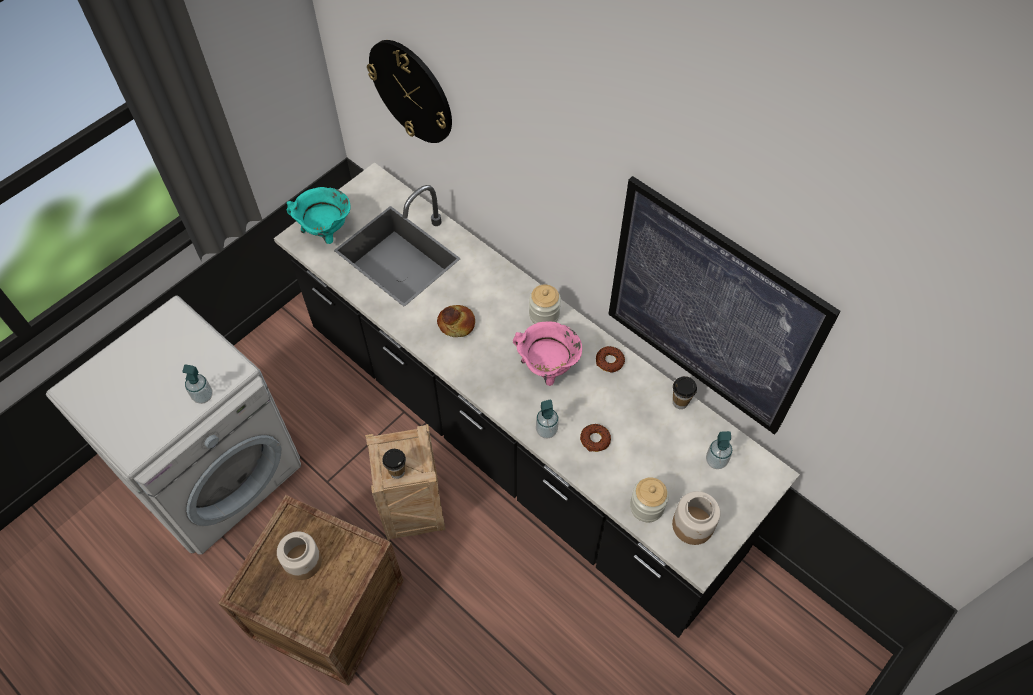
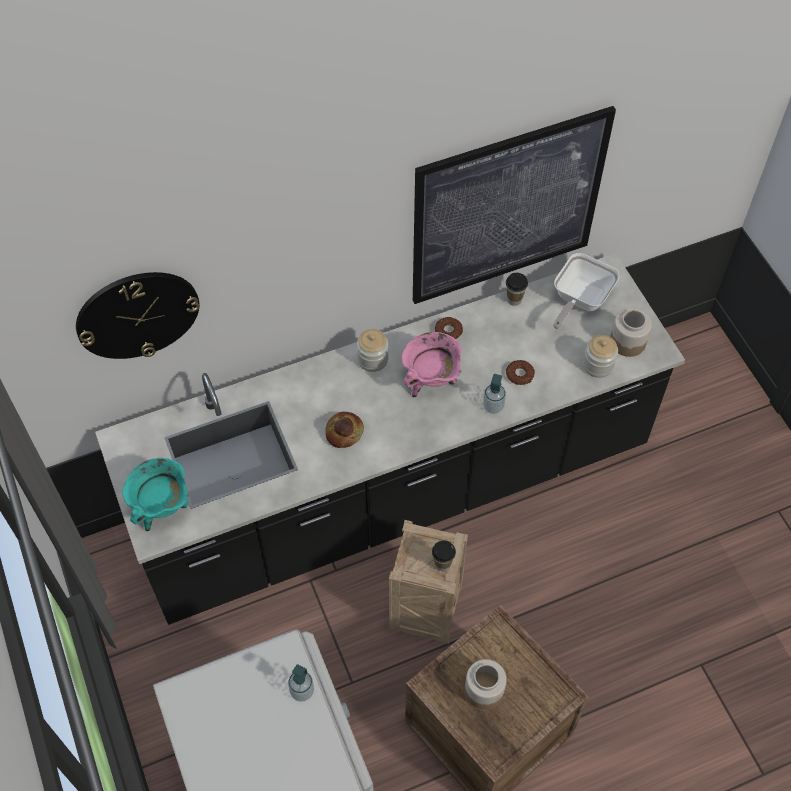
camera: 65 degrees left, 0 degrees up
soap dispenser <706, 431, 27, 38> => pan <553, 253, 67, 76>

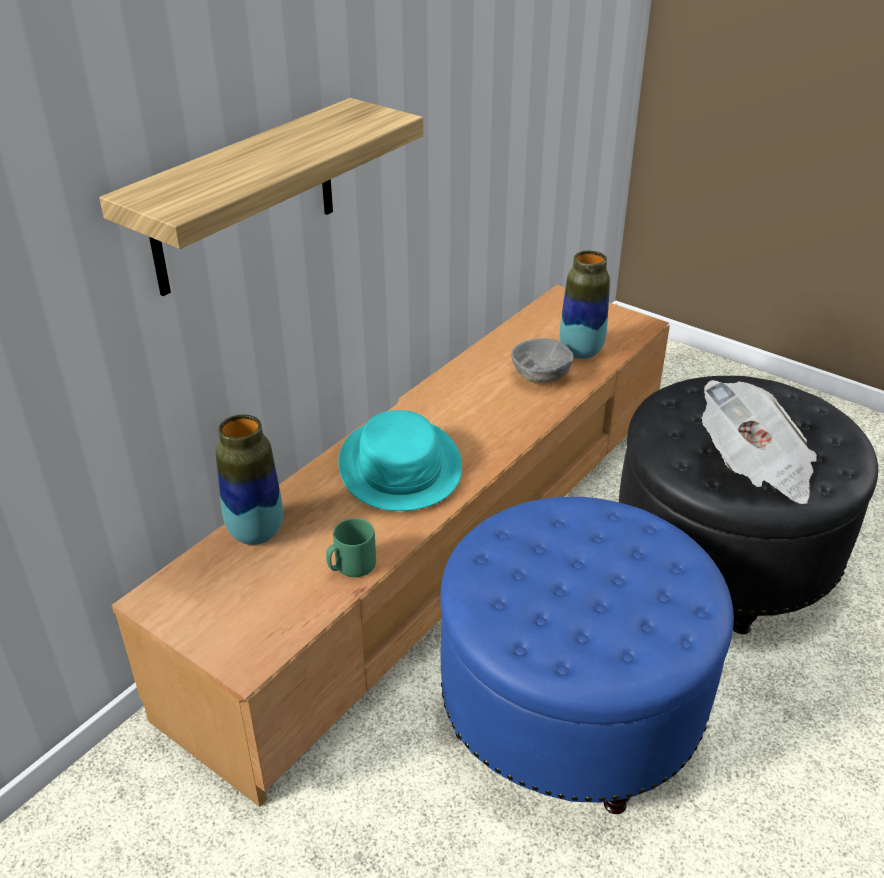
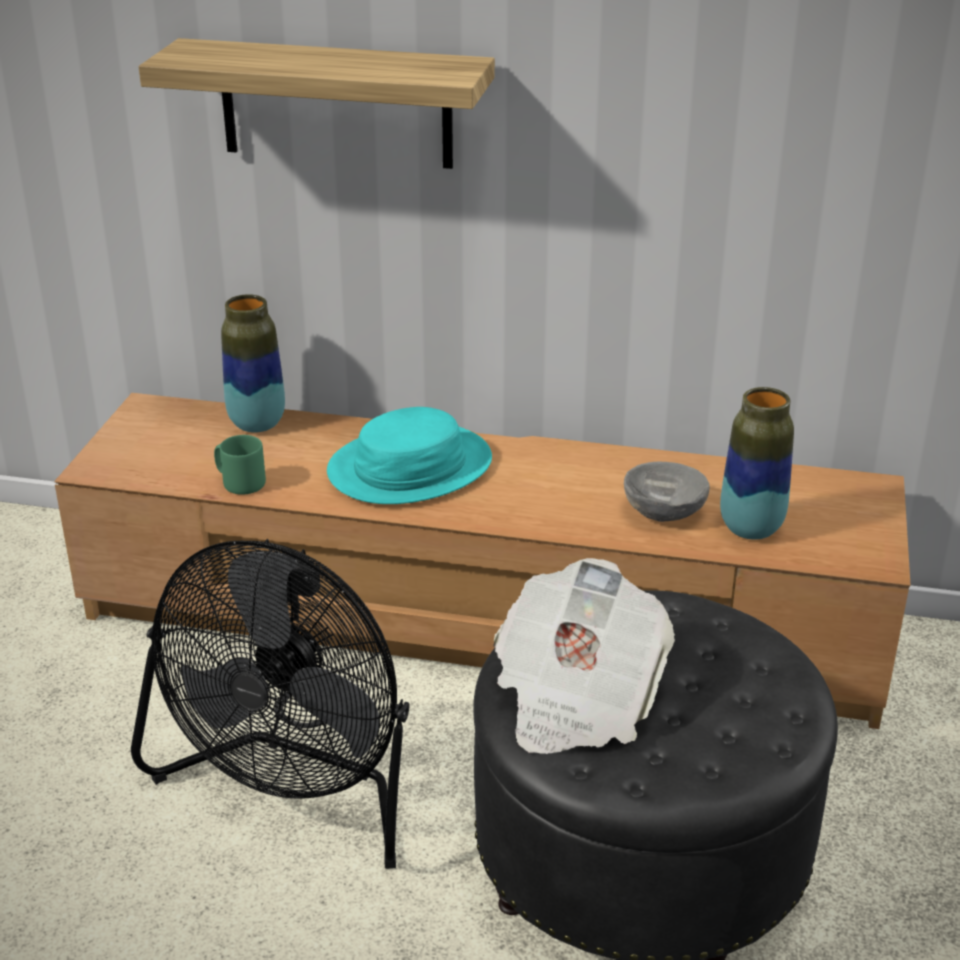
camera: 65 degrees right, 5 degrees down
ottoman (blue-coloured) <440, 497, 294, 317> => electric fan (black-coloured) <131, 539, 279, 330>

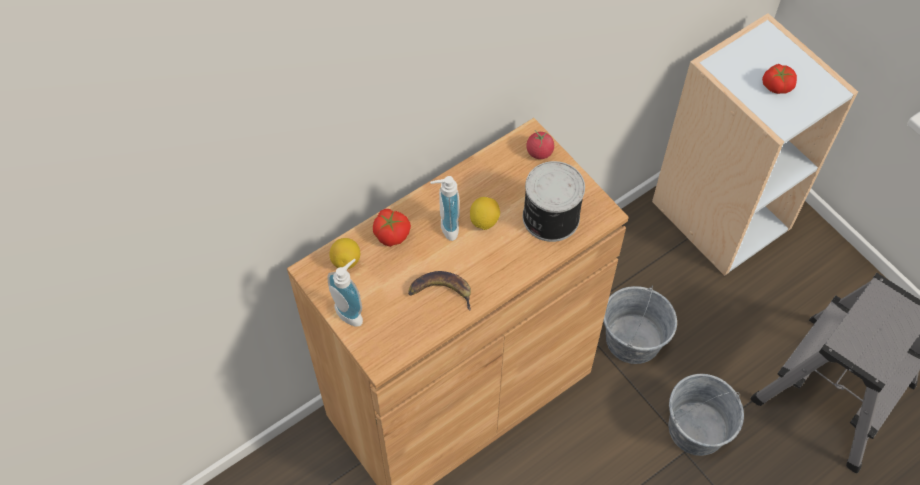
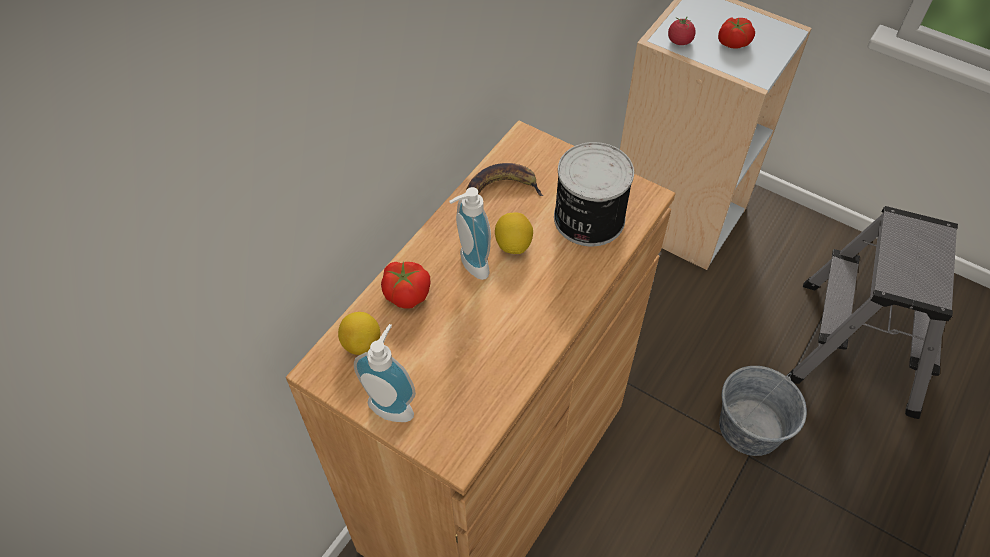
camera: 20 degrees left, 5 degrees down
pail (greyish) <603, 286, 74, 78> => nothing
banana fruit <408, 271, 63, 40> => banana fruit <467, 163, 76, 33>, move
tomato <526, 130, 28, 29> => tomato <668, 16, 28, 29>, move

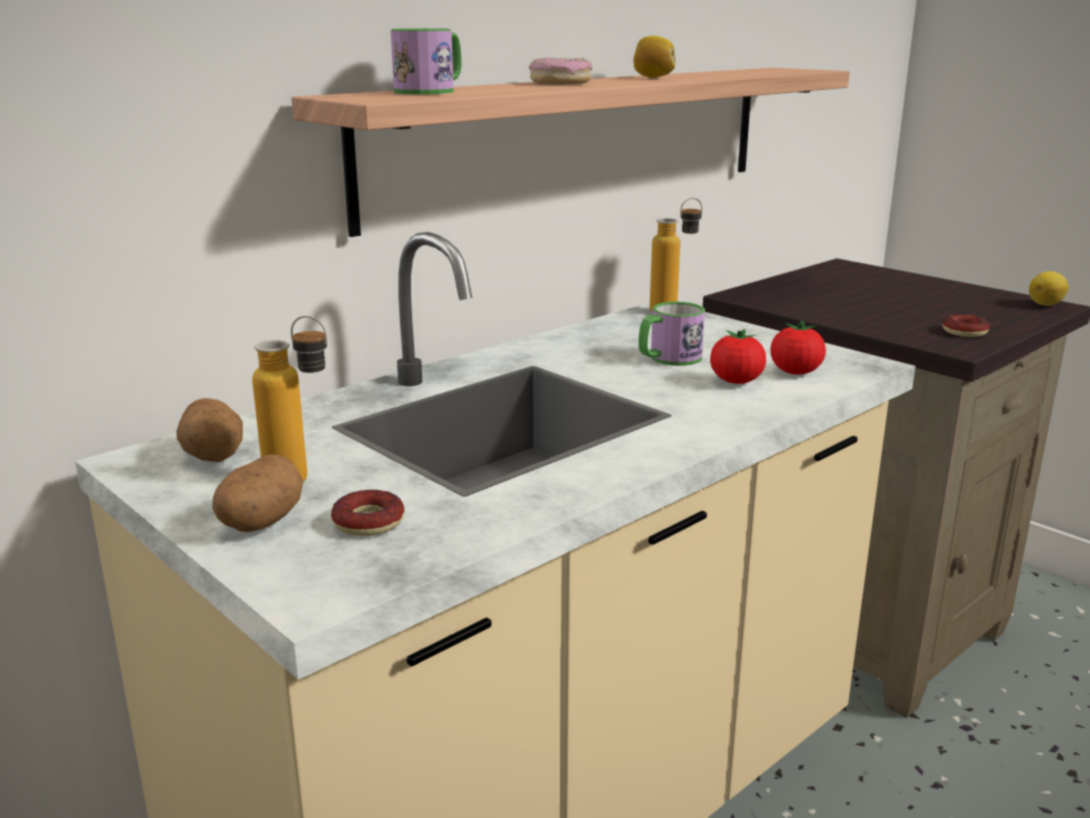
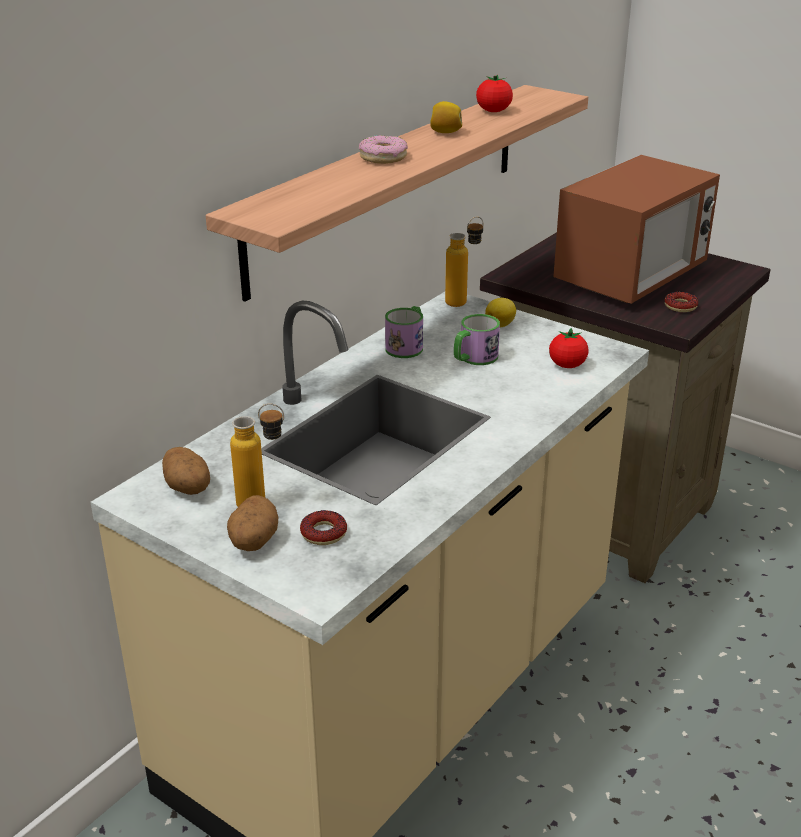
camera: 10 degrees left, 10 degrees up
nothing => kitchen microwave <553, 155, 167, 149>
mug <391, 28, 70, 67> => mug <385, 306, 38, 52>, move
tomato <710, 329, 56, 55> => tomato <476, 75, 37, 37>, move
citrus fruit <1029, 271, 39, 35> => citrus fruit <485, 298, 31, 29>, move

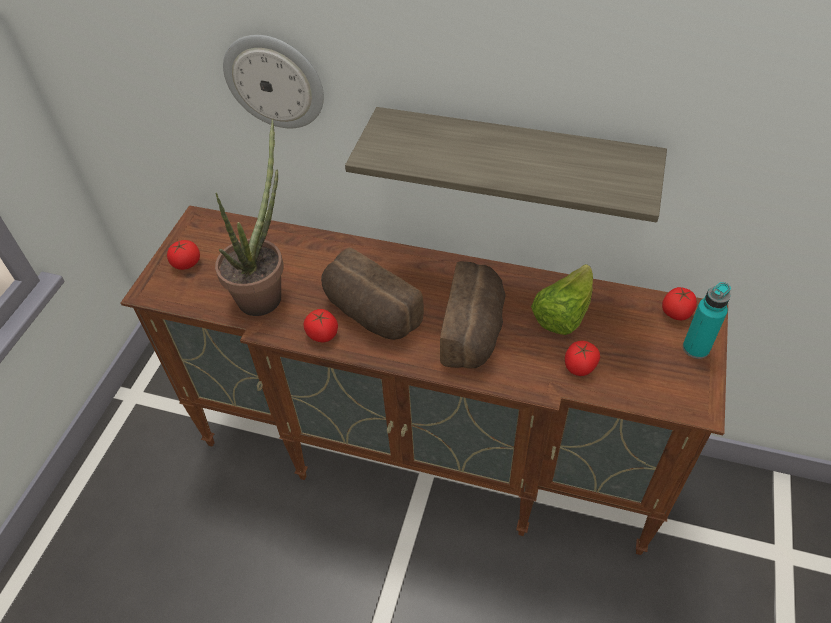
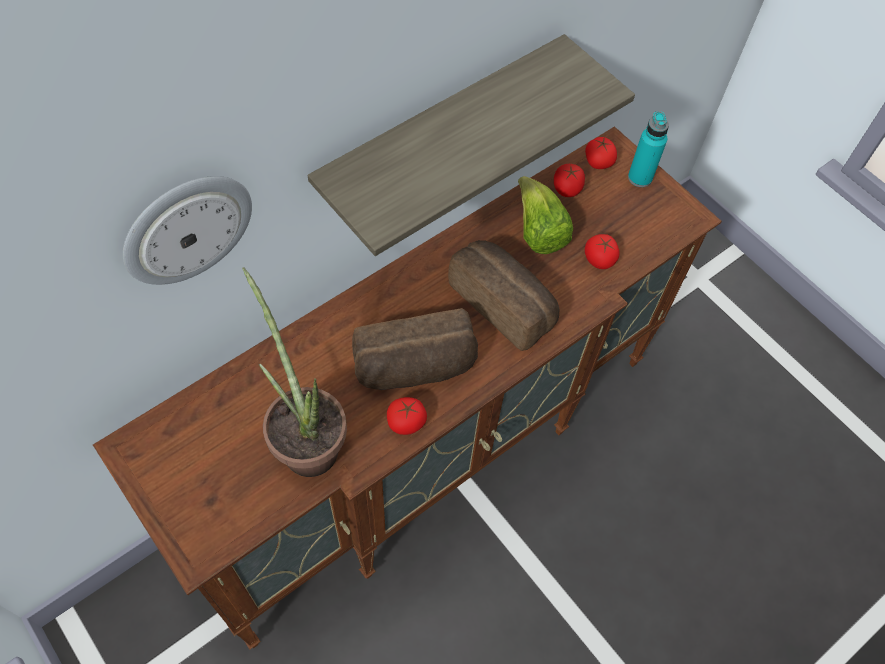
camera: 60 degrees left, 10 degrees up
tomato <167, 240, 33, 30> => tomato <554, 164, 31, 33>, move

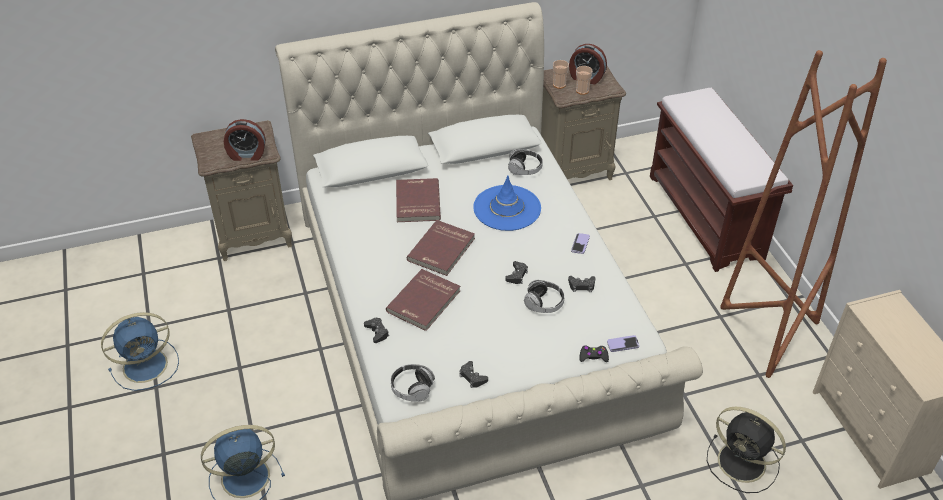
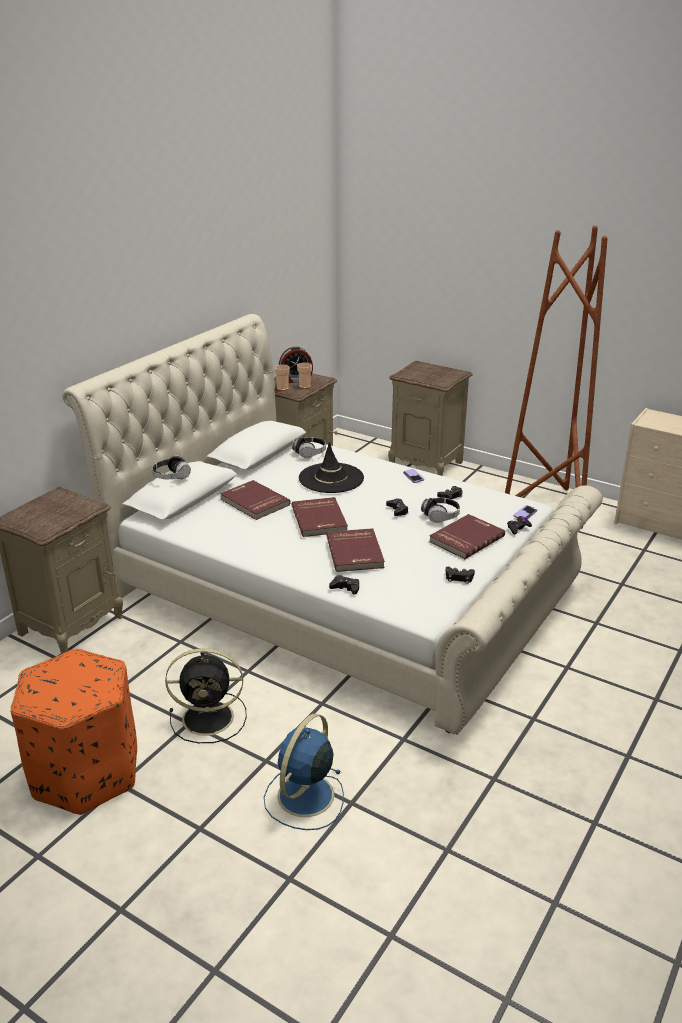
camera: 40 degrees left, 15 degrees down
alarm clock <224, 119, 42, 42> => nothing
nothing => book (red-coloured) <429, 514, 76, 45>
headphones <391, 364, 44, 38> => headphones <152, 455, 39, 24>, move
electric fan (black-coloured) <707, 407, 79, 86> => electric fan (black-coloured) <165, 648, 82, 95>, move
electric fan (blue-coloured) <101, 312, 78, 79> => ottoman (orange) <11, 649, 126, 166>
bench (brown) <650, 88, 143, 184> => bedside table (beige-coloured) <388, 361, 85, 115>
hat (blue-coloured) <473, 175, 68, 56> => hat (black-coloured) <299, 442, 65, 51>

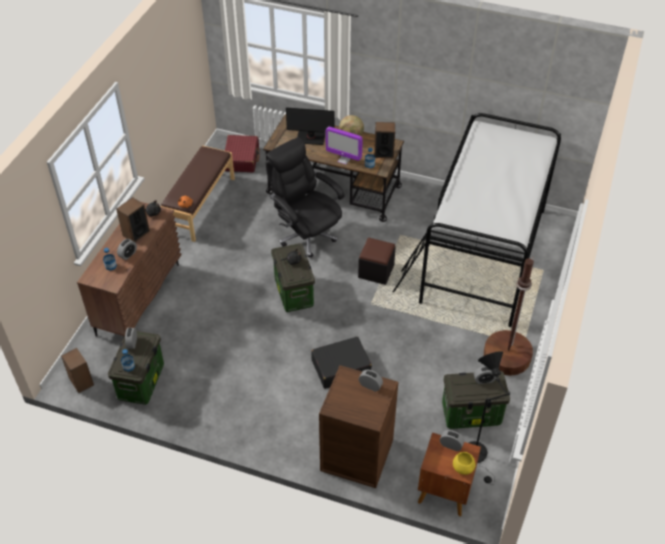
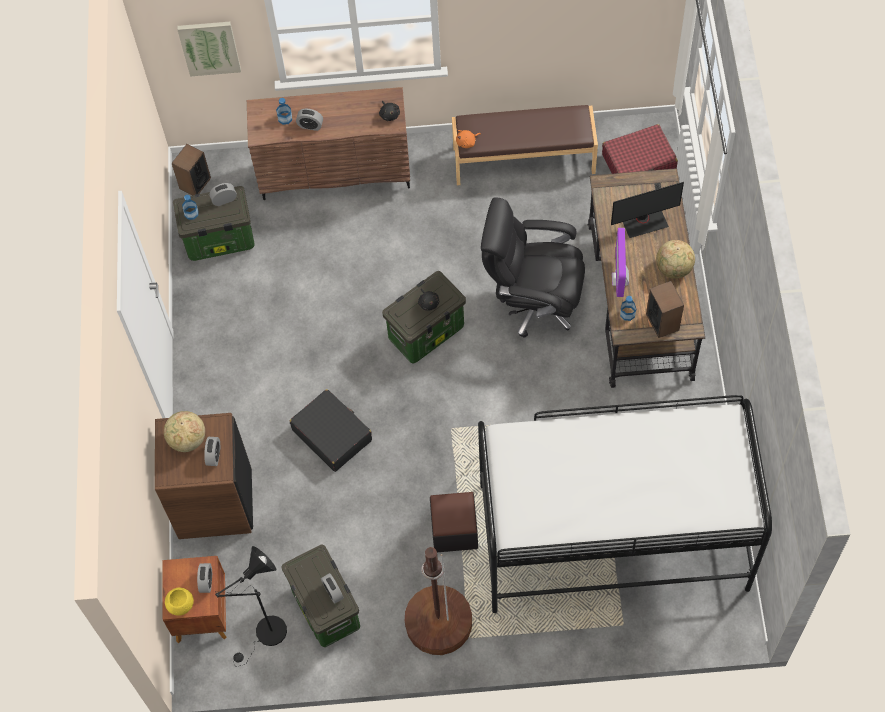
camera: 70 degrees right, 15 degrees up
audio speaker <116, 197, 34, 45> => nothing
nothing => world globe <164, 411, 41, 41>
nothing => wall picture <177, 22, 64, 55>
ottoman (black-coloured) <358, 238, 38, 47> => ottoman (black-coloured) <430, 492, 48, 60>, move
computer chair (black-coloured) <266, 137, 78, 121> => computer chair (black-coloured) <481, 197, 104, 141>, 105 degrees counterclockwise
computer display <286, 107, 48, 38> => computer display <611, 182, 73, 56>, 90 degrees counterclockwise

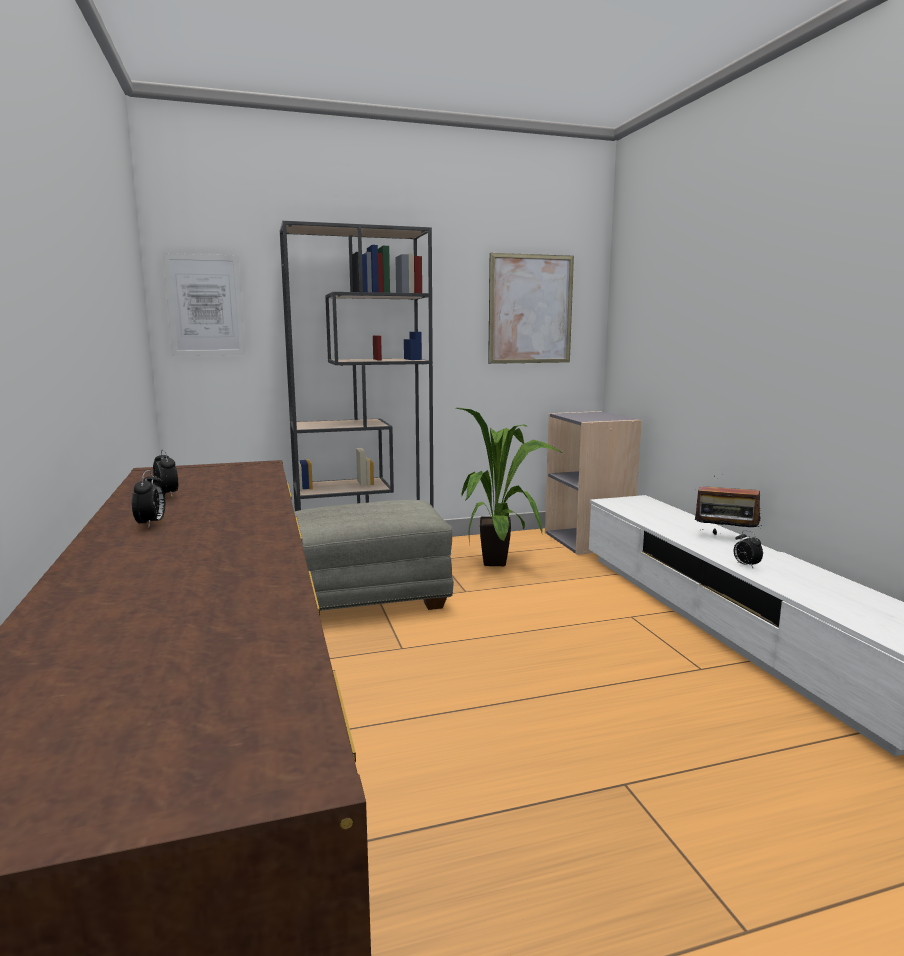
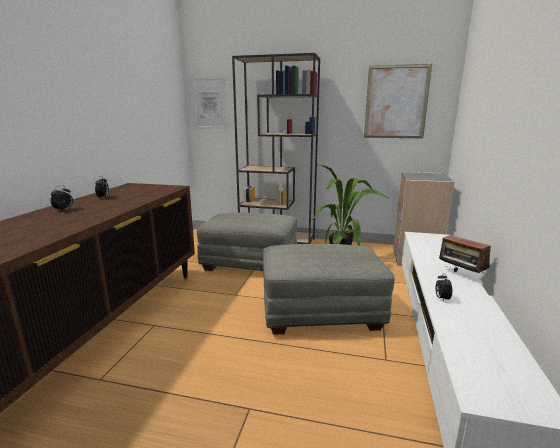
camera: 30 degrees right, 5 degrees up
nothing => ottoman (greyish) <263, 244, 132, 91>

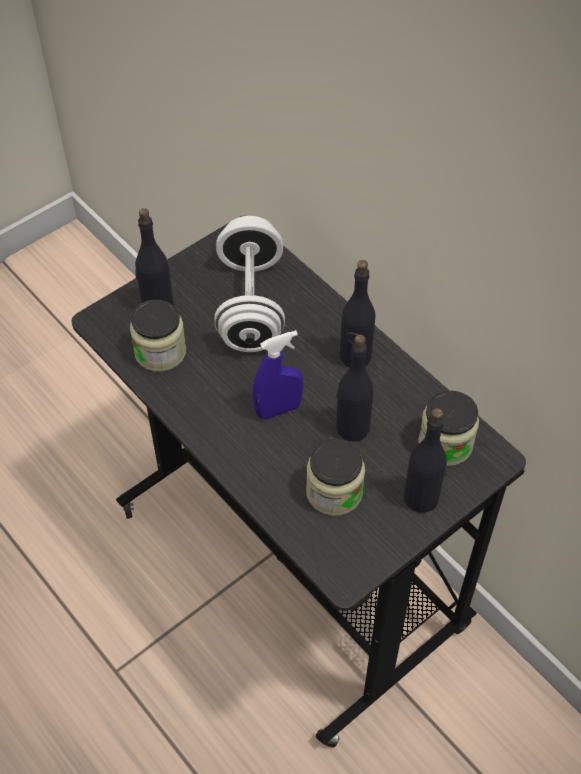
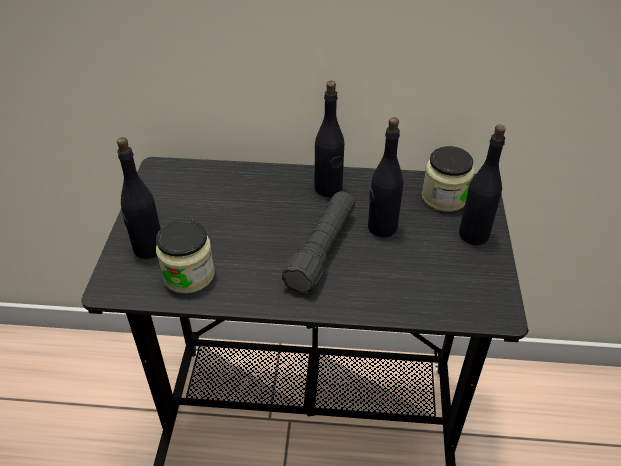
camera: 45 degrees left, 10 degrees down
hand weight (white) <214, 216, 71, 136> => nothing
preserve jar <306, 438, 59, 78> => nothing
sprayer (blue-coloured) <253, 330, 50, 90> => hand torch (black-coloured) <282, 191, 74, 104>

